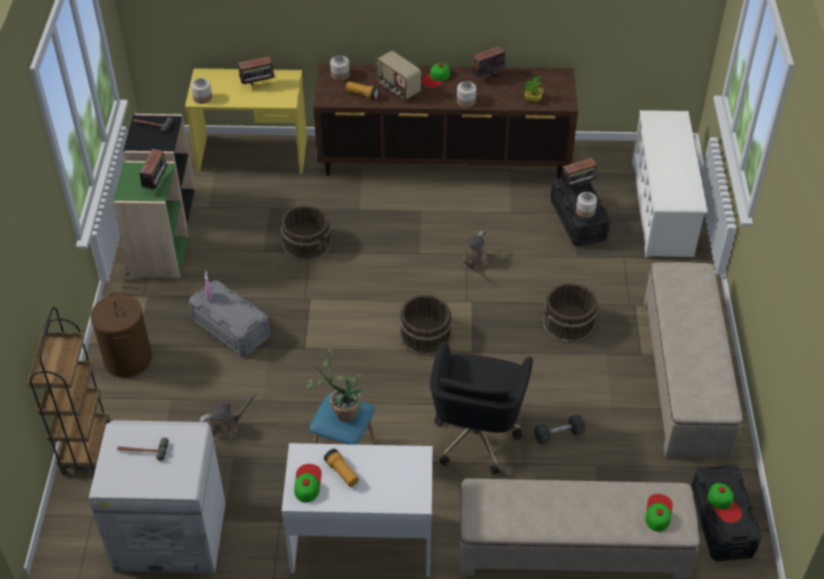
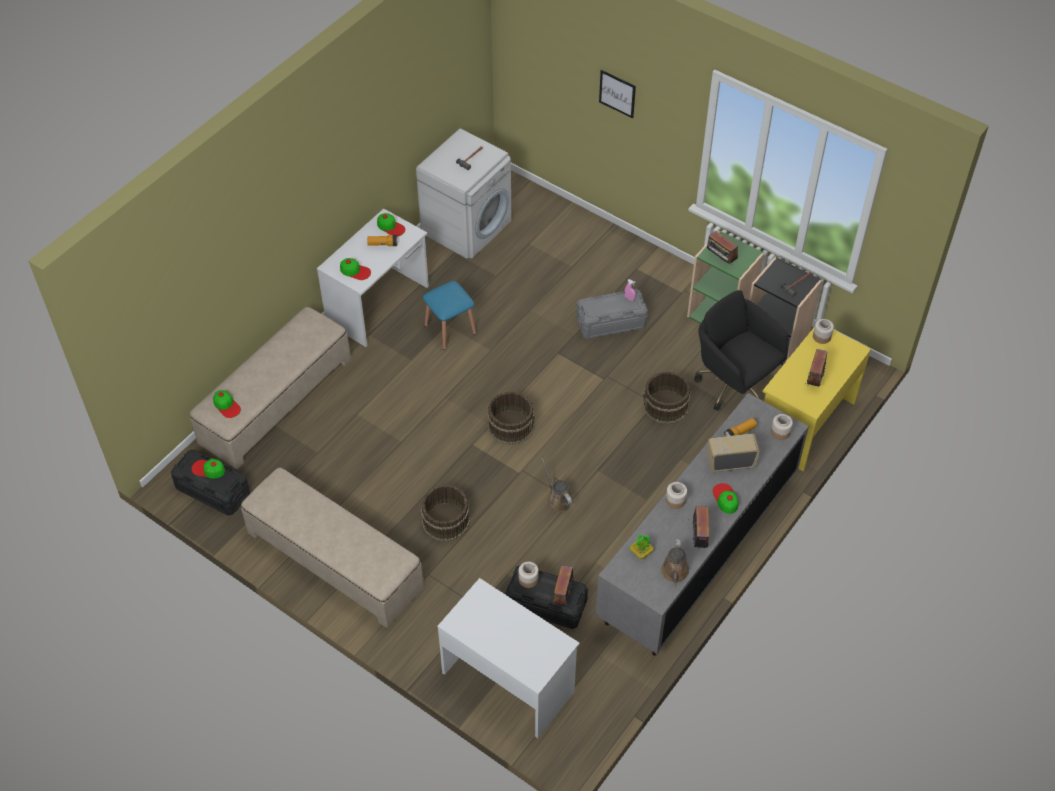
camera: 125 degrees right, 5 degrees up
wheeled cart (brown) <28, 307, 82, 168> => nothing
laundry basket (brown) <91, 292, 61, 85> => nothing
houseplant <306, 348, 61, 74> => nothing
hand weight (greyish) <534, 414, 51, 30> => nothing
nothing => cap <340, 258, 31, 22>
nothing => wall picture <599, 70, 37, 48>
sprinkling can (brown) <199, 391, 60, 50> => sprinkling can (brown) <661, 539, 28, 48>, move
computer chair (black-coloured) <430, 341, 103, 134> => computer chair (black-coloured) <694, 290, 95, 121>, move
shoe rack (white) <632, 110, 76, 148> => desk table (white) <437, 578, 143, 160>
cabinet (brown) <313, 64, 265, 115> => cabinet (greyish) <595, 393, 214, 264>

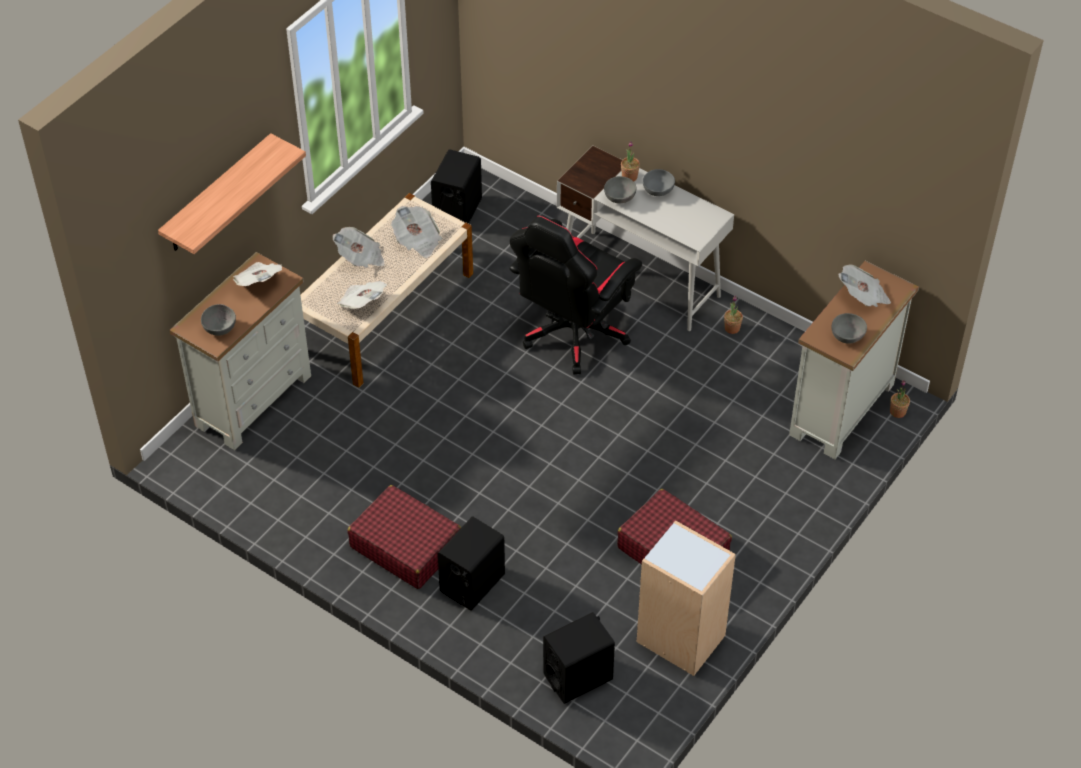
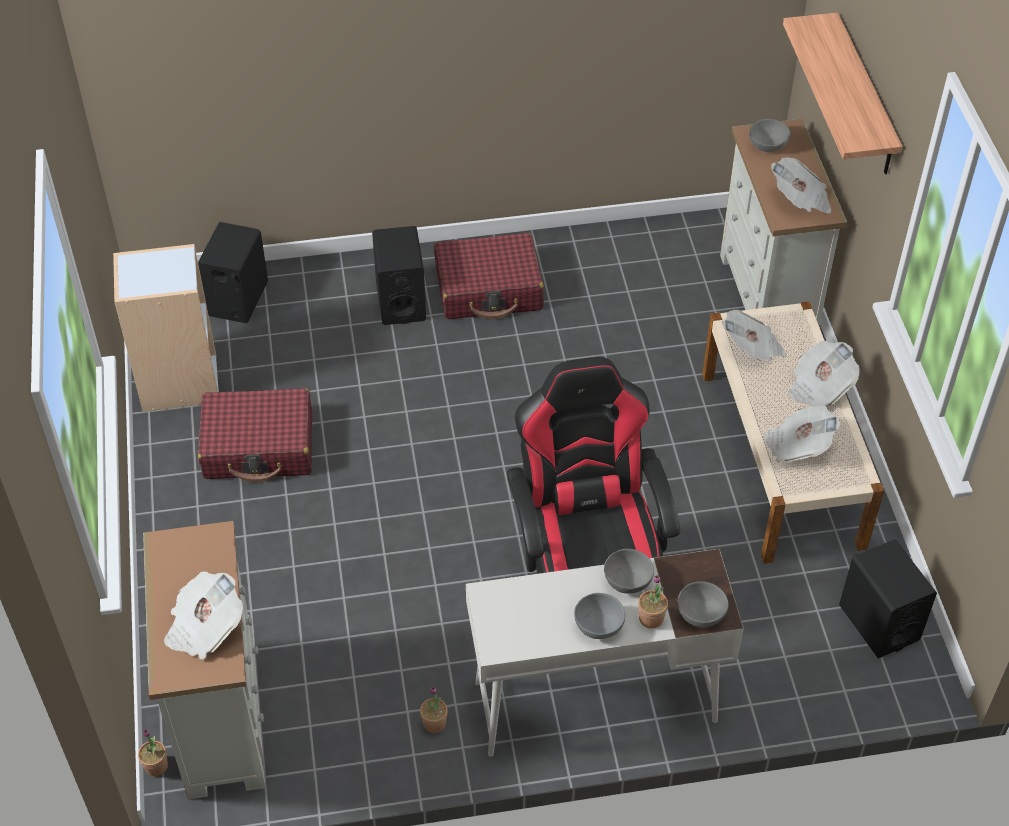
camera: 135 degrees right, 0 degrees up
bowl (greyish) <831, 313, 36, 31> => bowl (greyish) <678, 581, 51, 47>, move

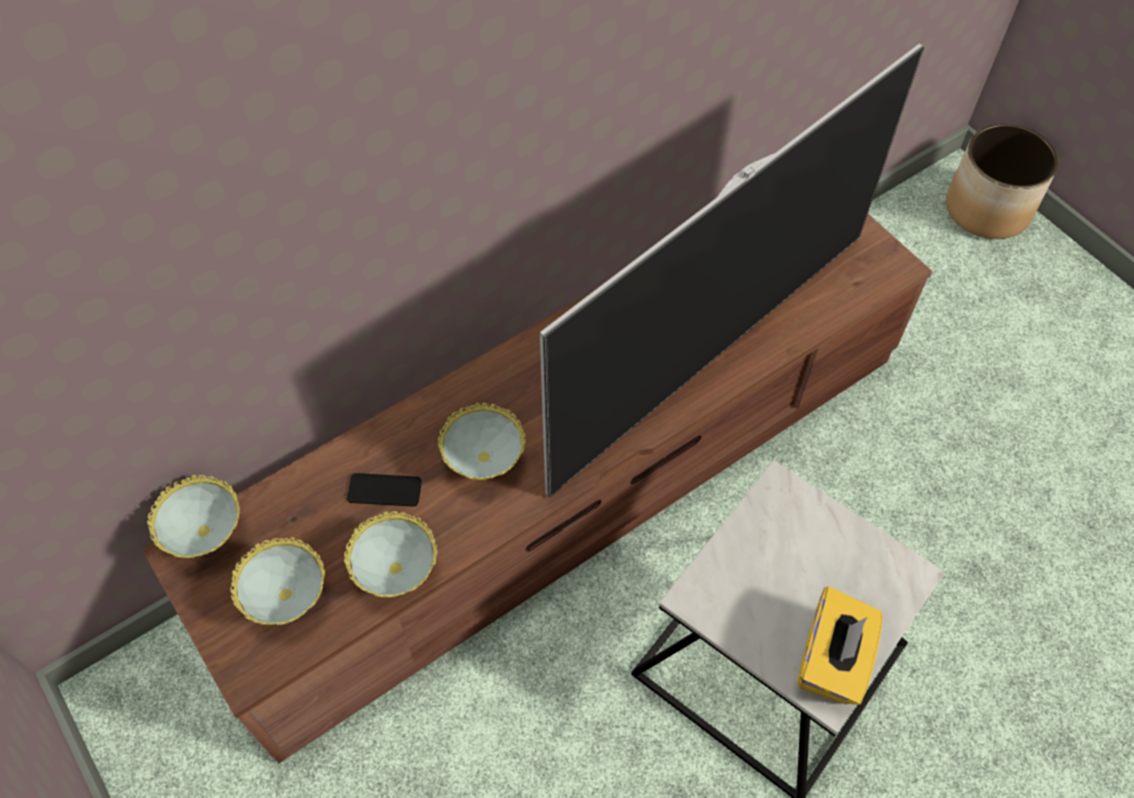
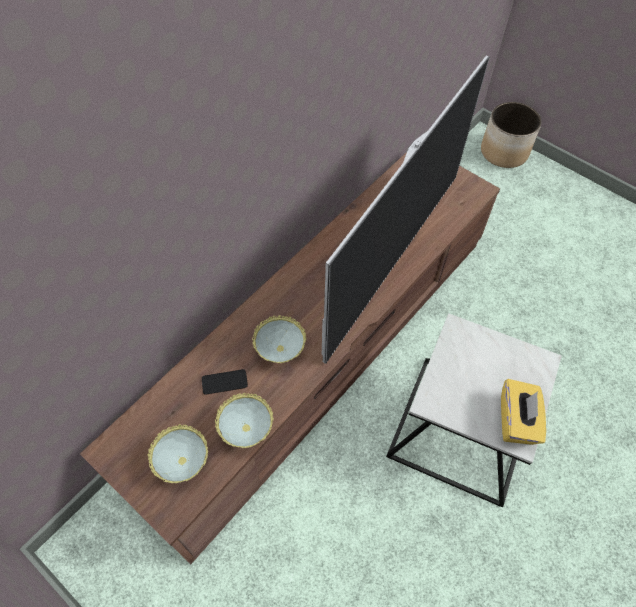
camera: 15 degrees left, 0 degrees up
bowl <147, 475, 93, 83> => nothing

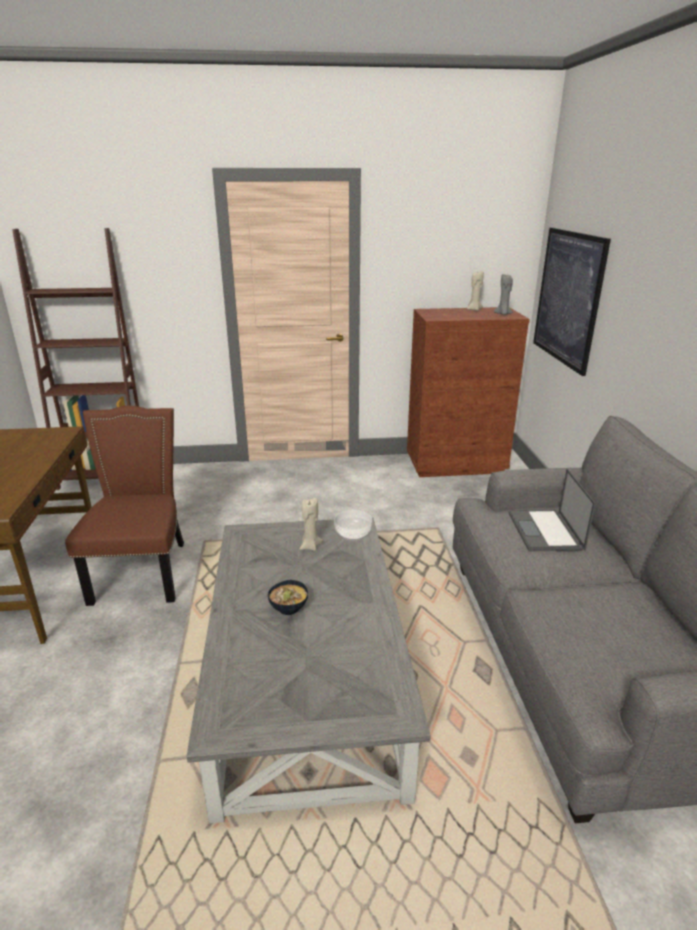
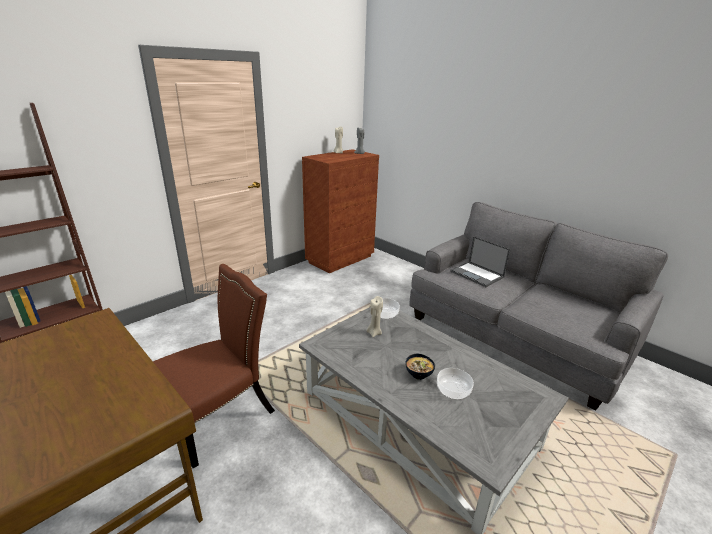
camera: 40 degrees left, 0 degrees up
wall picture <533, 227, 78, 149> => nothing
nothing => bowl <437, 368, 37, 32>
plain chair (brown) <65, 405, 119, 201> => plain chair (brown) <153, 264, 122, 204>, 90 degrees clockwise

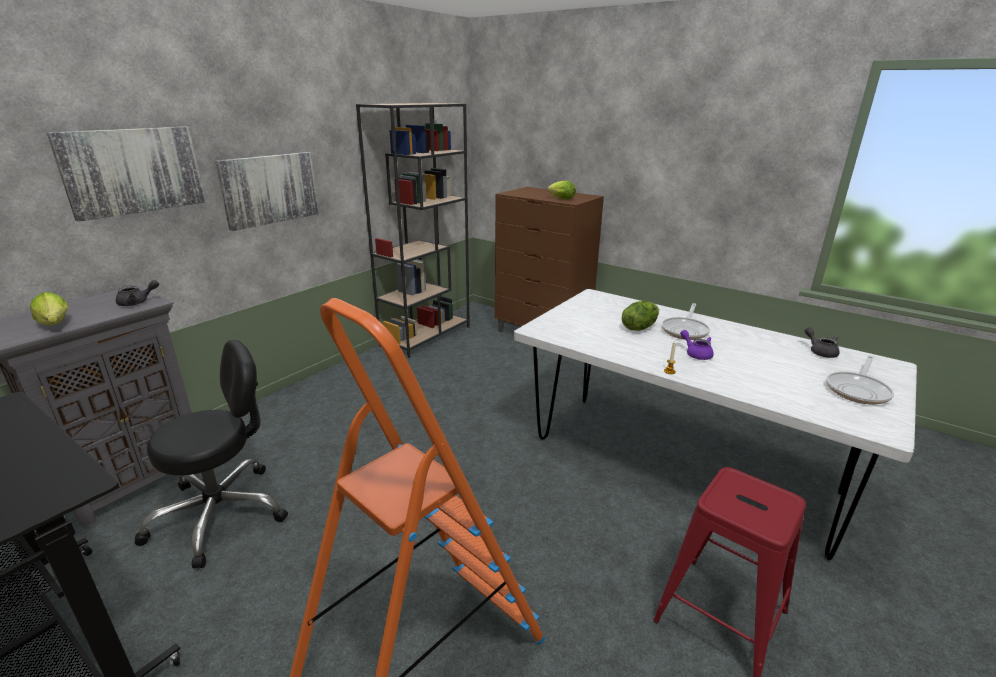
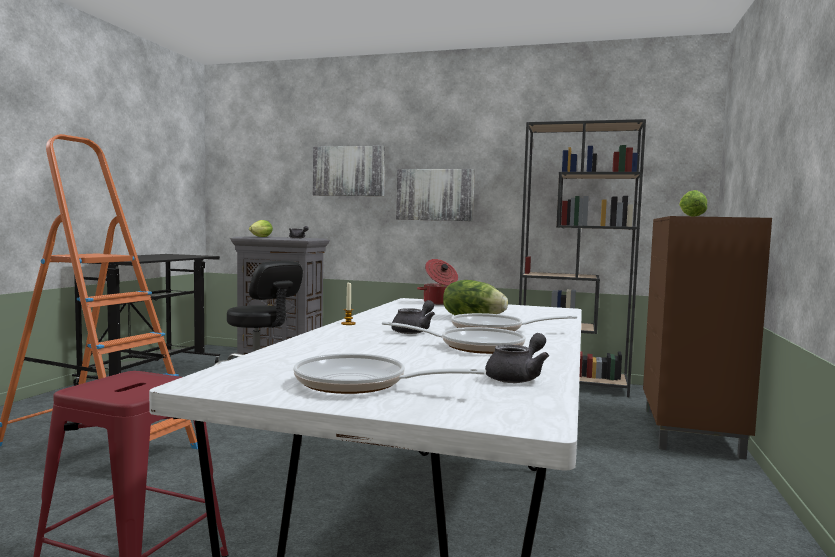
camera: 70 degrees right, 20 degrees down
nothing => pan <382, 321, 144, 33>
nothing => saucepot <417, 259, 41, 46>
teapot (purple-coloured) <680, 330, 34, 30> => teapot (greyish) <391, 300, 44, 34>

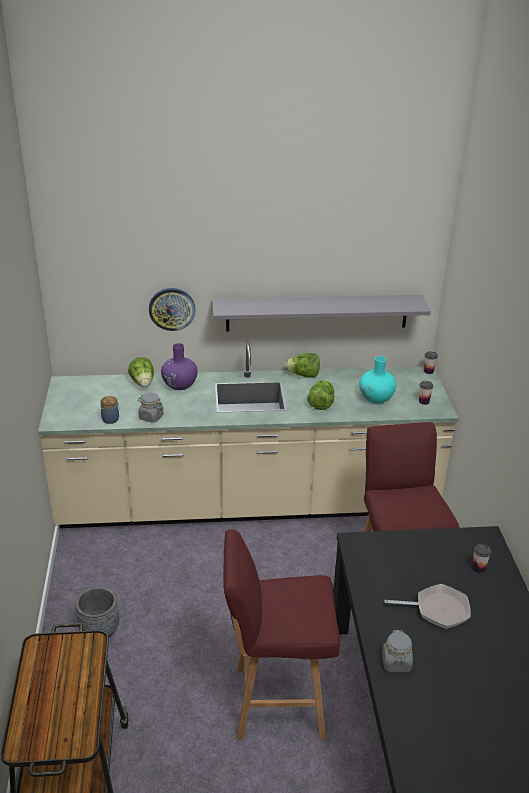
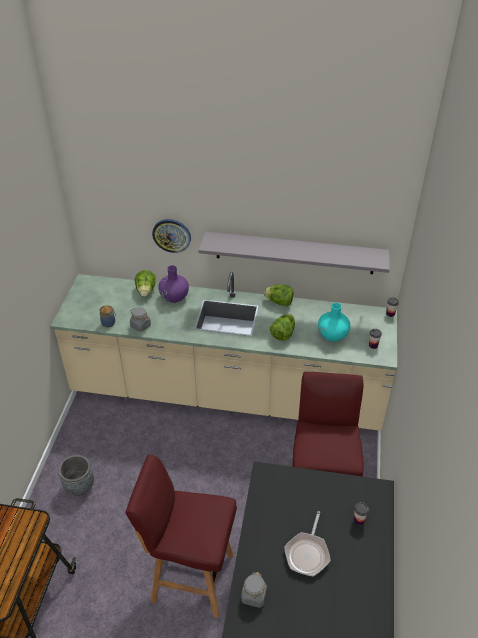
camera: 15 degrees right, 10 degrees up
pan <385, 584, 86, 45> => pan <284, 511, 47, 65>, 90 degrees clockwise

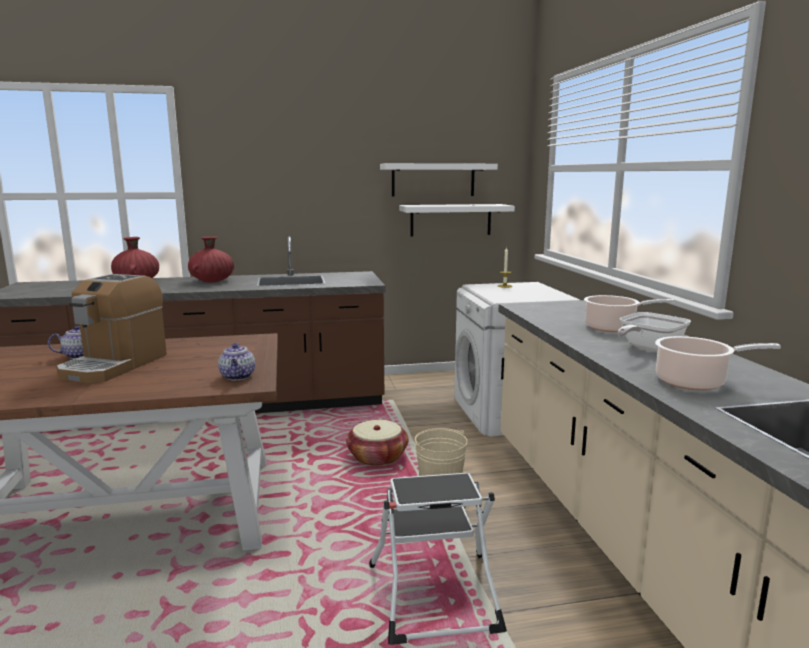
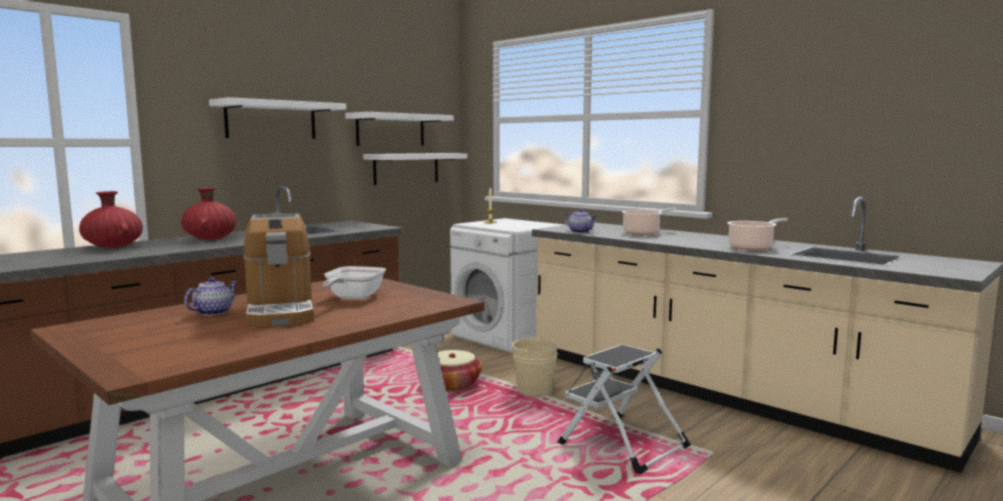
camera: 35 degrees left, 5 degrees down
nothing => shelf (white) <209, 97, 137, 42>
teapot <218, 343, 37, 37> => teapot <564, 208, 33, 25>, move
pan <618, 312, 73, 39> => pan <323, 266, 63, 33>, move

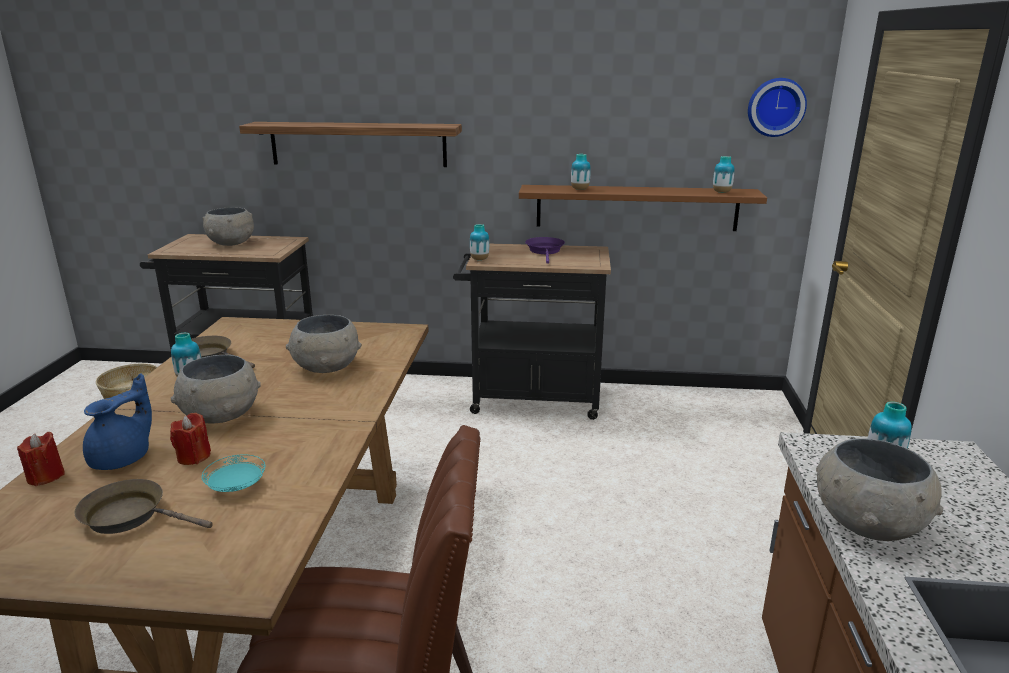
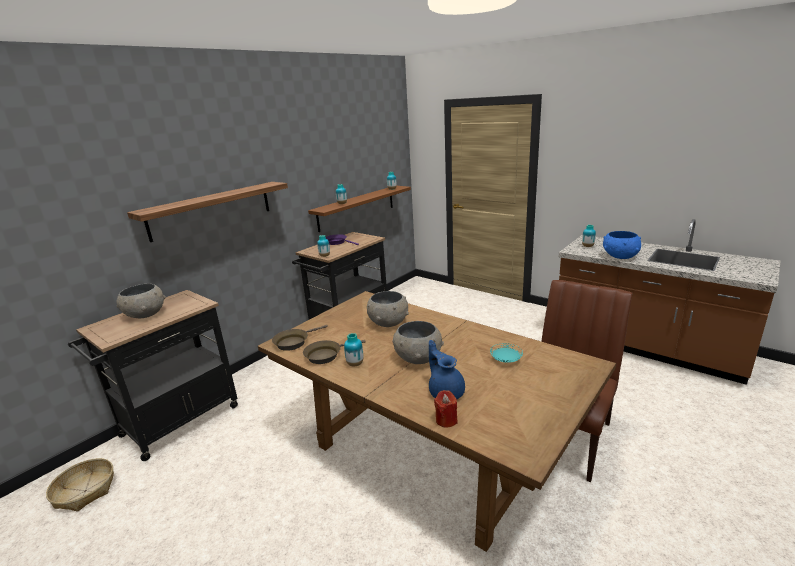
camera: 55 degrees left, 0 degrees up
wax candle (red-coloured) <170, 413, 41, 52> => nothing
hanging clock <748, 78, 59, 59> => nothing
pan (brown) <74, 479, 139, 55> => pan (brown) <272, 325, 56, 26>, move
bowl (greyish) <816, 438, 127, 103> => bowl (blue-coloured) <603, 231, 38, 28>

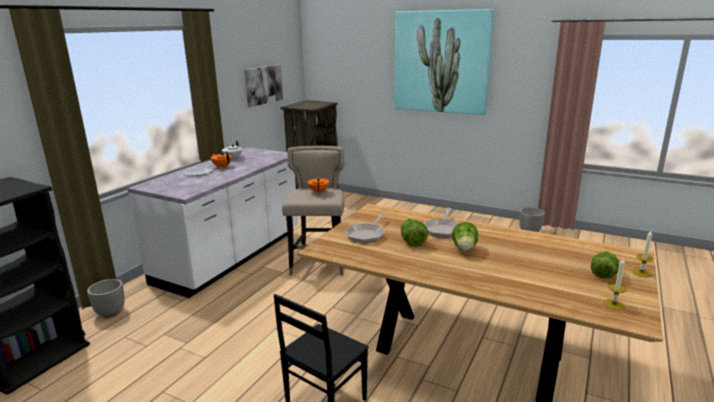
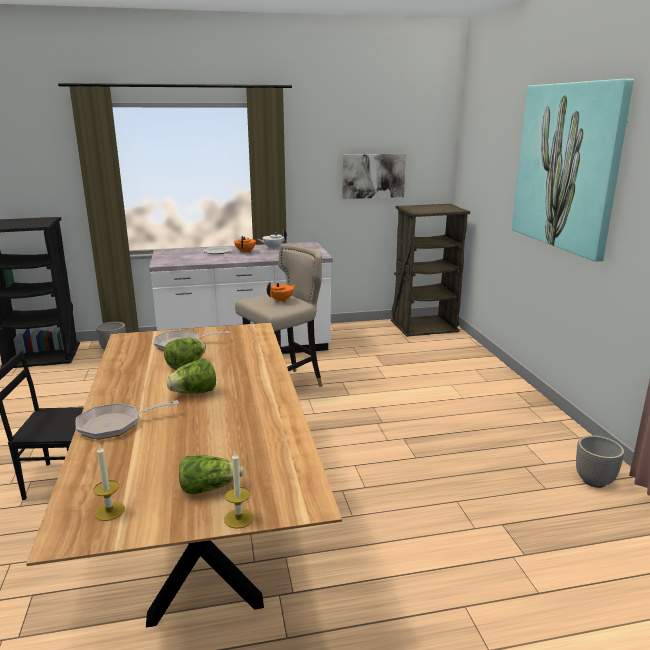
camera: 50 degrees right, 0 degrees up
pan <424, 208, 35, 30> => pan <75, 400, 104, 39>, move

